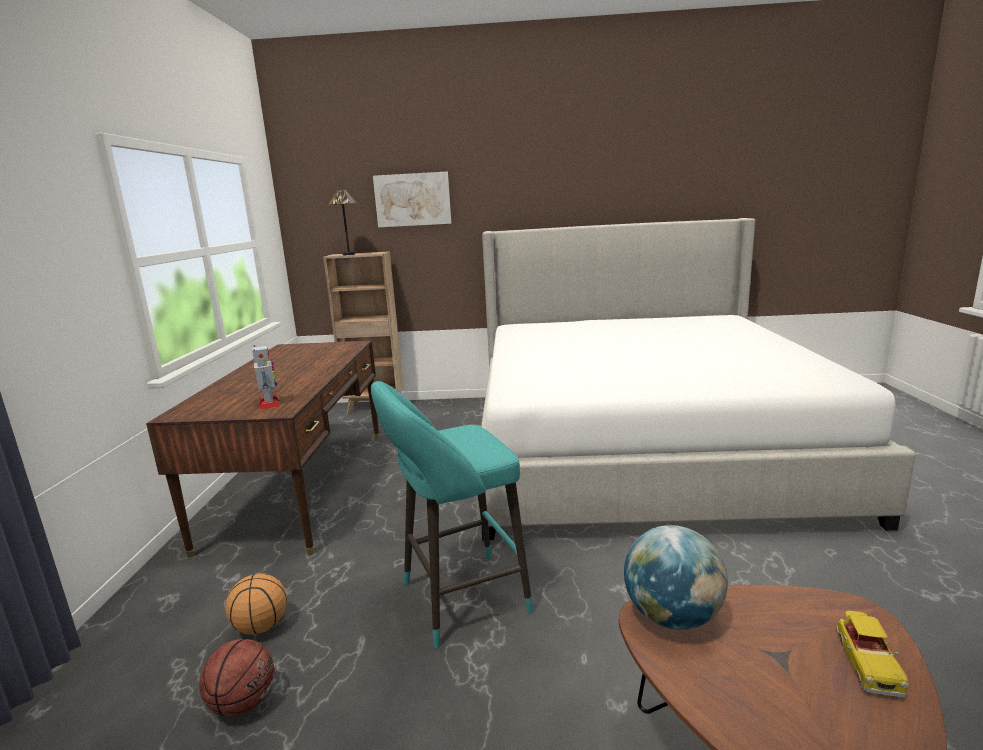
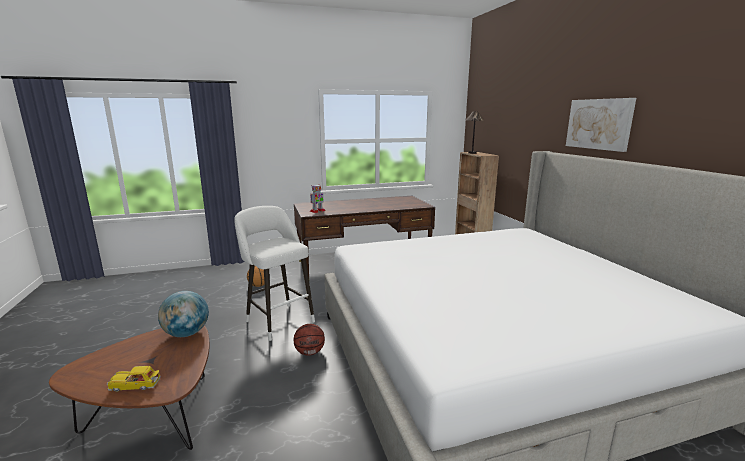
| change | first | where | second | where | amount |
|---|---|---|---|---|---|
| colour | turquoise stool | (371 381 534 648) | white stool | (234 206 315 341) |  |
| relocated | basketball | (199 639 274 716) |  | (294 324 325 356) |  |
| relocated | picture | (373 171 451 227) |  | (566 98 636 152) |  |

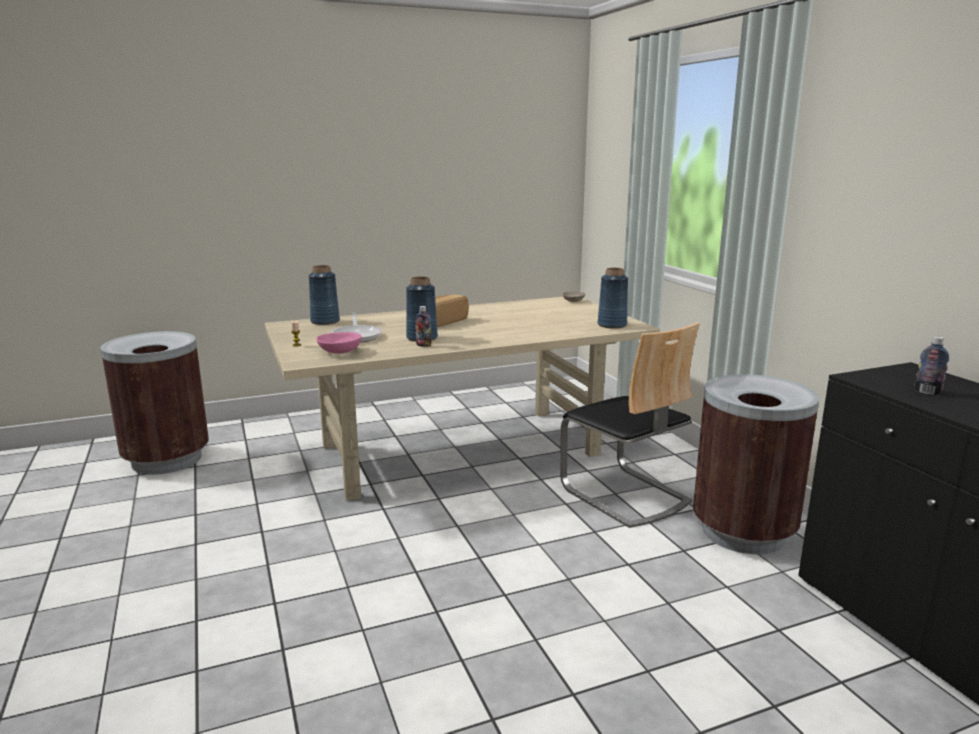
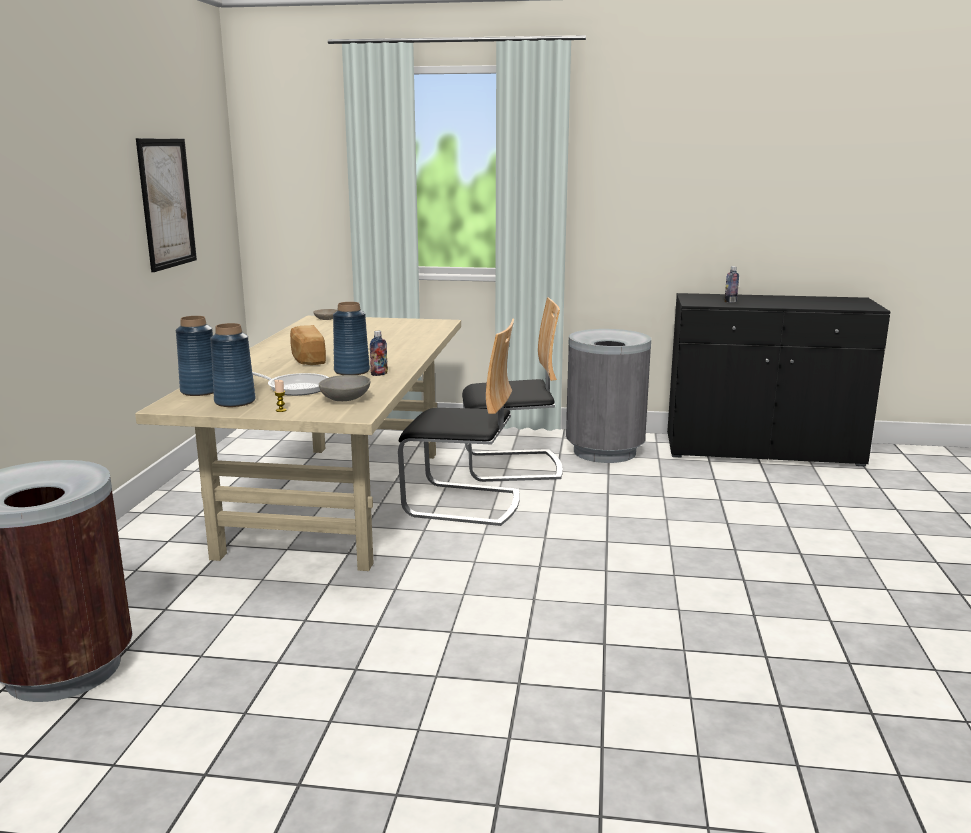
| change | first | where | second | where | amount |
|---|---|---|---|---|---|
| appeared |  |  | picture | (136 138 197 272) |  |
| relocated | blue vase | (597 268 628 329) |  | (210 323 256 407) |  |
| colour | pink bowl | (316 332 362 354) | grey bowl | (319 375 371 401) |  |
| appeared |  |  | chair | (398 318 520 526) |  |
| colour | brown trash can | (693 374 819 554) | grey trash can | (566 329 651 463) |  |

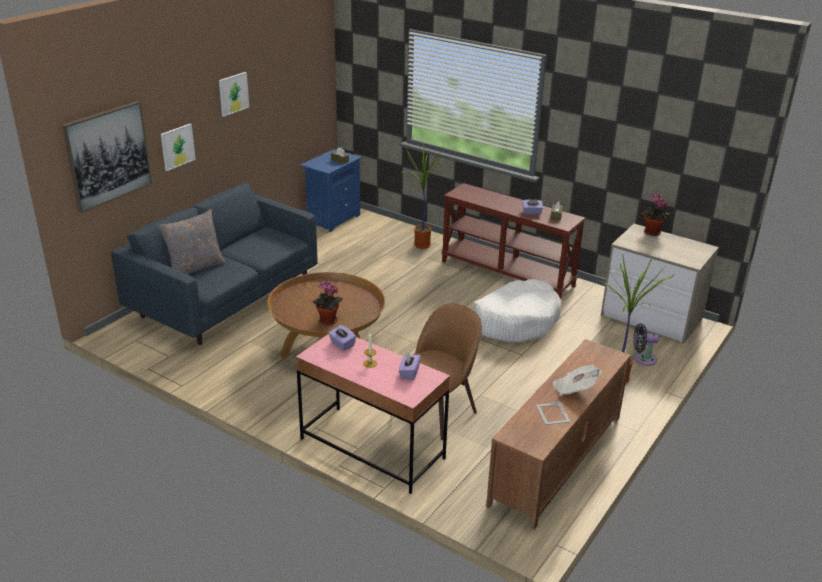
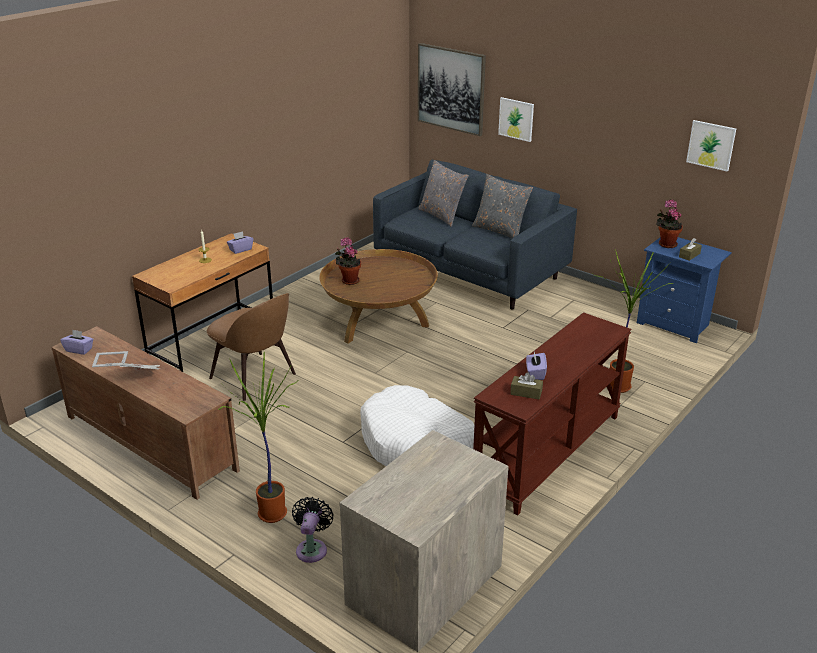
| change | first | where | second | where | amount |
|---|---|---|---|---|---|
| relocated | purple tissue box | (399 353 421 380) |  | (60 329 94 355) |  |
| colour | pink desk | (296 334 450 494) | brown desk | (132 233 273 372) |  |
| appeared |  |  | grey pillow | (472 174 533 239) |  |
| relocated | potted plant | (641 194 670 236) |  | (656 199 683 248) |  |
| relocated | picture | (219 72 249 117) |  | (686 120 736 172) |  |

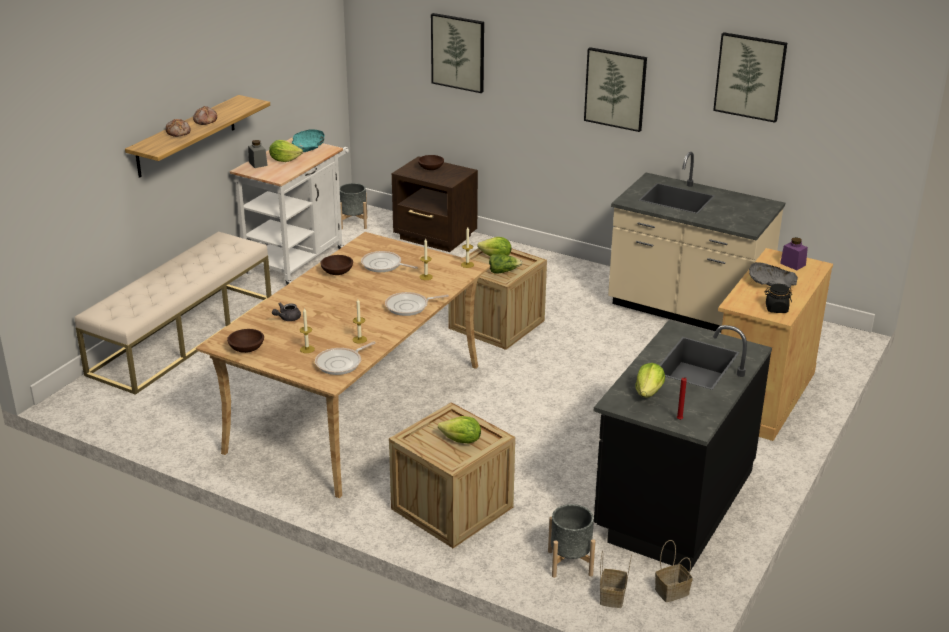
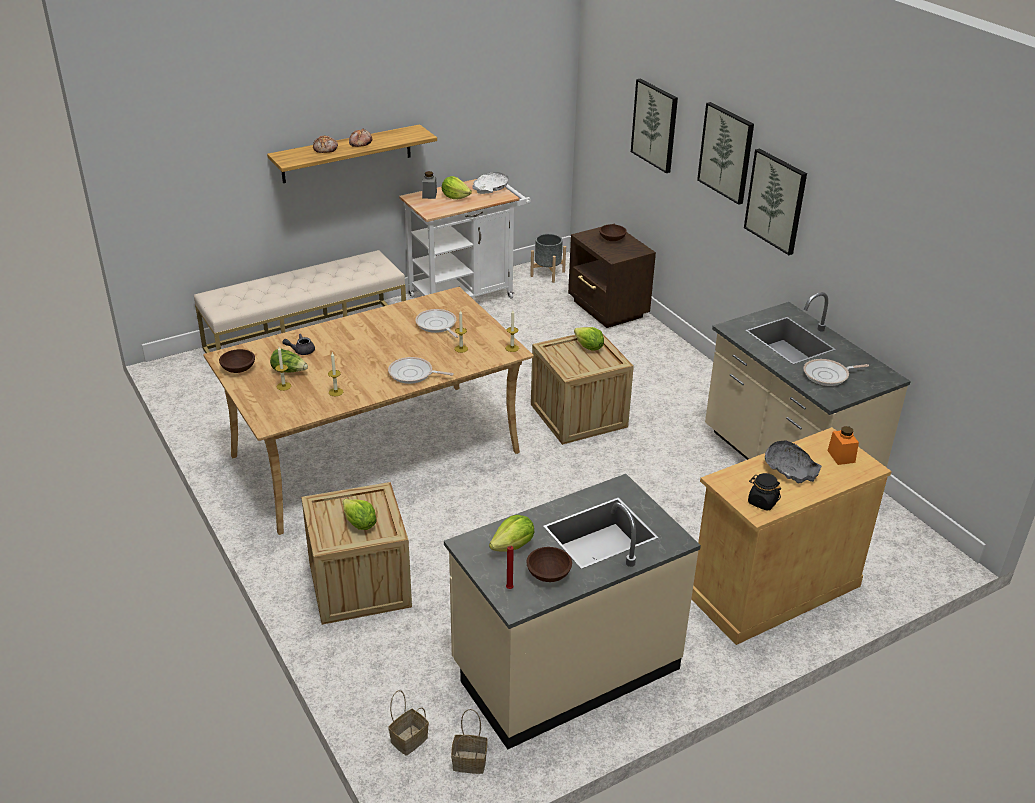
| change | first | where | second | where | amount |
|---|---|---|---|---|---|
| relocated | lettuce | (489 254 522 274) |  | (270 348 308 372) |  |
| colour | black counter | (594 320 772 572) | beige counter | (444 474 701 750) |  |
| colour | turquoise bowl | (292 130 325 152) | white bowl | (472 172 509 194) |  |
| relocated | brown bowl | (320 255 353 275) |  | (526 547 572 582) |  |
| relocated | picture | (713 32 787 123) |  | (697 102 754 205) |  |
| relocated | frying pan | (315 342 376 375) |  | (803 359 869 386) |  |
| colour | purple jar | (780 237 808 270) | orange jar | (827 426 859 465) |  |
| missing | grey planter | (548 504 595 578) |  |  |  |

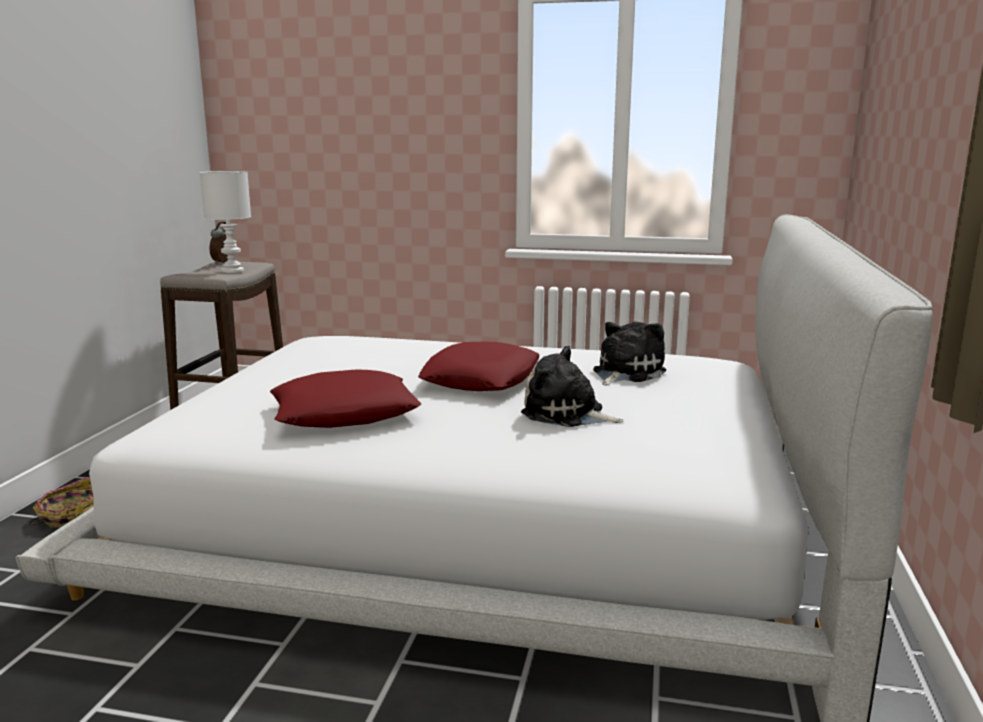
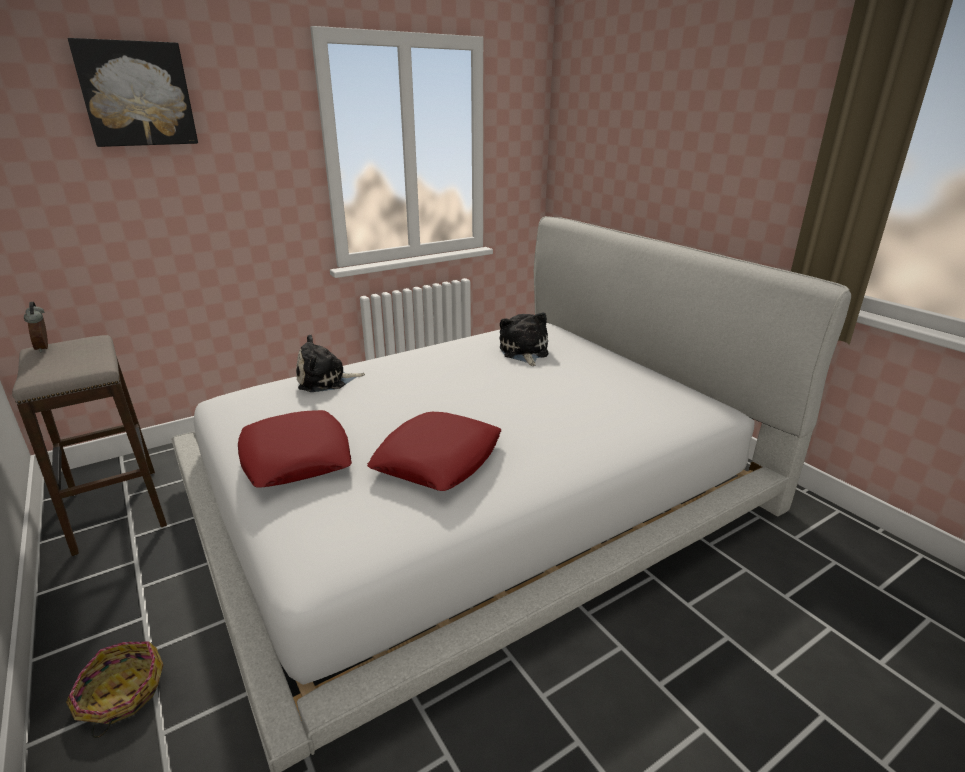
| change | first | where | second | where | amount |
|---|---|---|---|---|---|
| appeared |  |  | picture | (68 38 198 147) |  |
| relocated | red pillow | (418 342 539 391) |  | (238 410 352 488) |  |
| relocated | plush toy | (521 346 624 427) |  | (296 334 365 392) |  |
| missing | white table lamp | (200 171 251 273) |  |  |  |

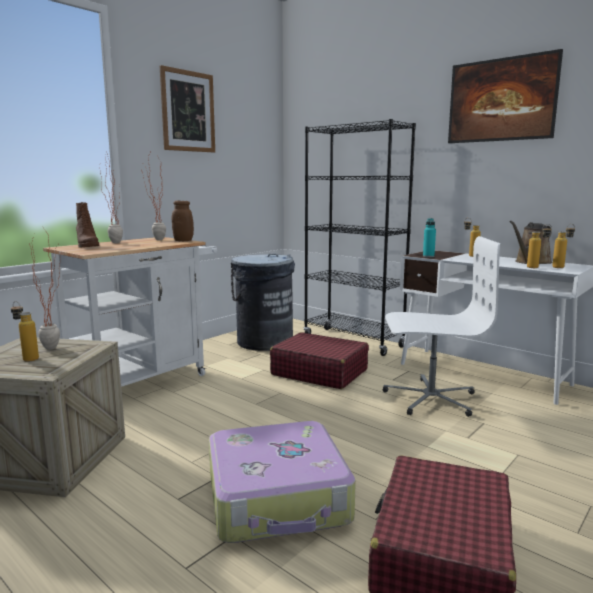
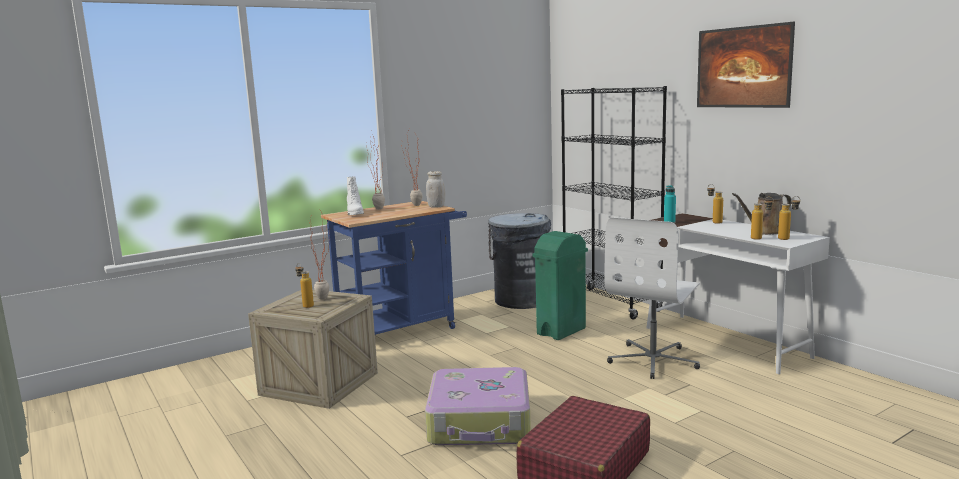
| change | first | where | second | where | amount |
|---|---|---|---|---|---|
| colour | white cart | (43 237 217 387) | blue cart | (321 201 467 335) |  |
| colour | brown boot | (76 202 99 248) | white boot | (347 176 364 215) |  |
| colour | brown jar | (172 201 194 241) | white jar | (426 171 445 208) |  |
| exchanged | red suitcase | (270 332 369 389) | green trash can | (533 231 588 340) |  |
| spun | white office chair | (383 236 500 417) |  | (604 217 700 379) | 105 degrees clockwise |
| missing | picture | (160 65 215 153) |  |  |  |

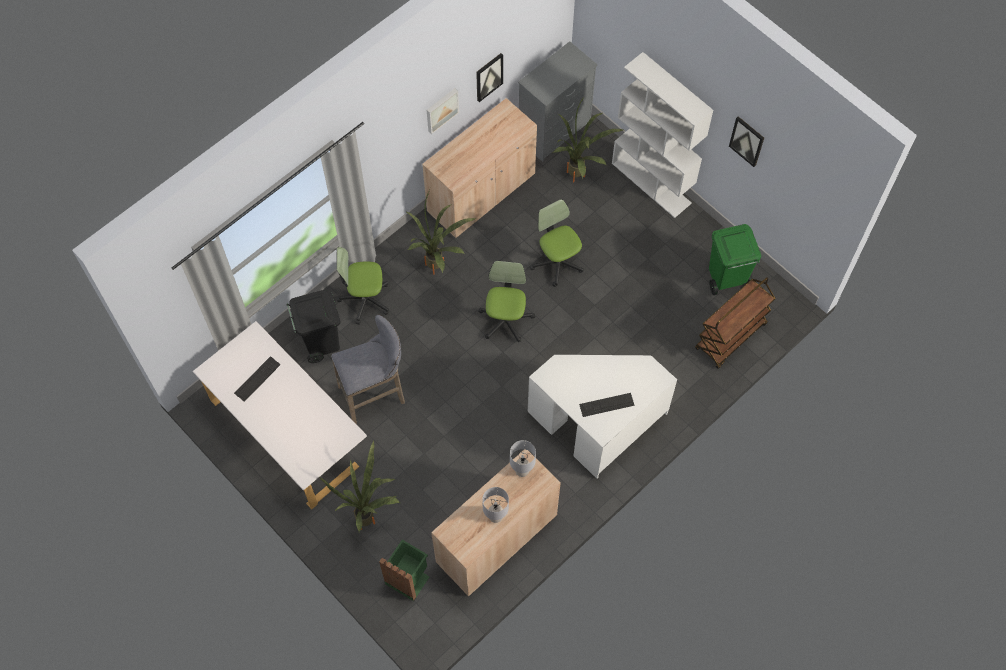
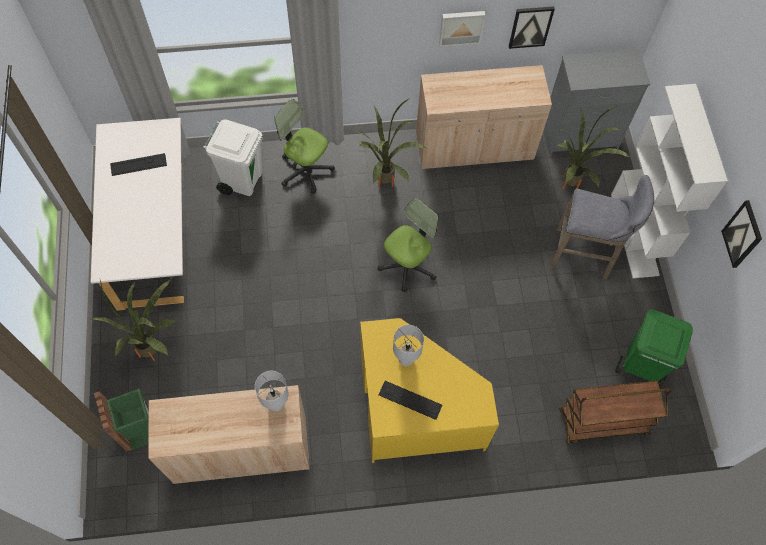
| change | first | where | second | where | amount |
|---|---|---|---|---|---|
| colour | black trash can | (286 290 341 363) | white trash can | (203 119 263 196) |  |
| colour | white desk | (528 355 677 479) | yellow desk | (360 318 499 463) |  |
| relocated | grey table lamp | (482 487 509 523) |  | (393 325 424 366) |  |
| relocated | grey stool | (331 315 405 424) |  | (550 175 654 279) |  |
| missing | office chair | (530 199 584 287) |  |  |  |

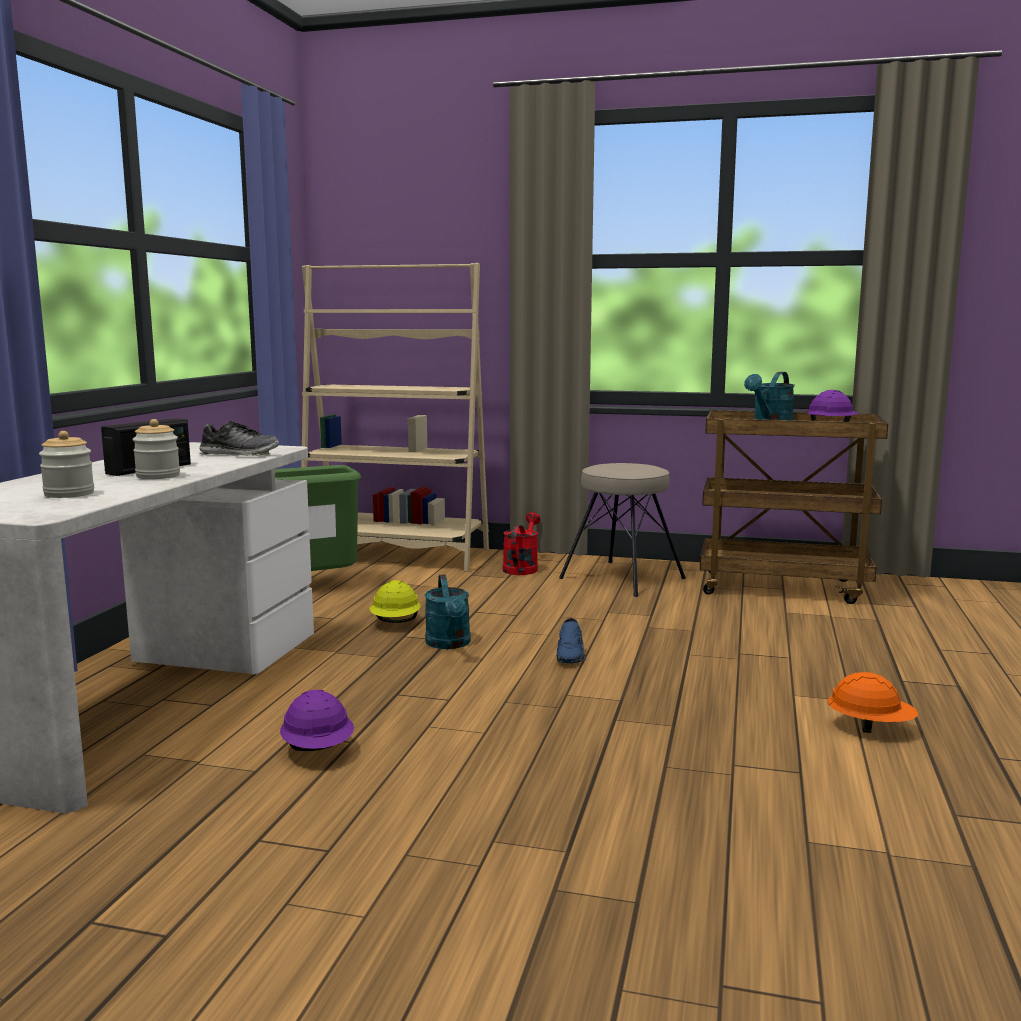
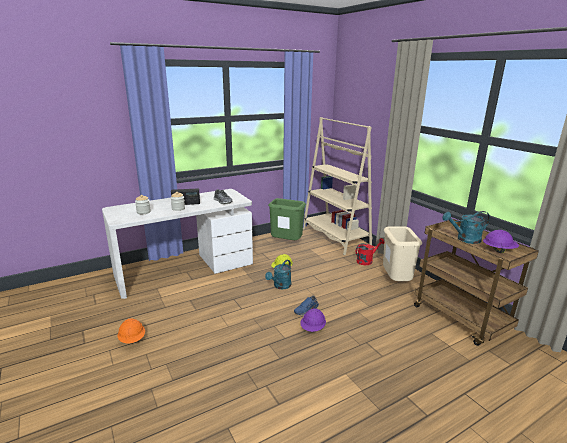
| change | first | where | second | where | amount |
|---|---|---|---|---|---|
| relocated | orange hard hat | (828 672 918 733) |  | (117 318 145 343) |  |
| relocated | purple hard hat | (280 690 354 751) |  | (300 308 326 332) |  |
| exchanged | beige stool | (559 463 686 597) | beige trash can | (383 226 422 281) |  |

